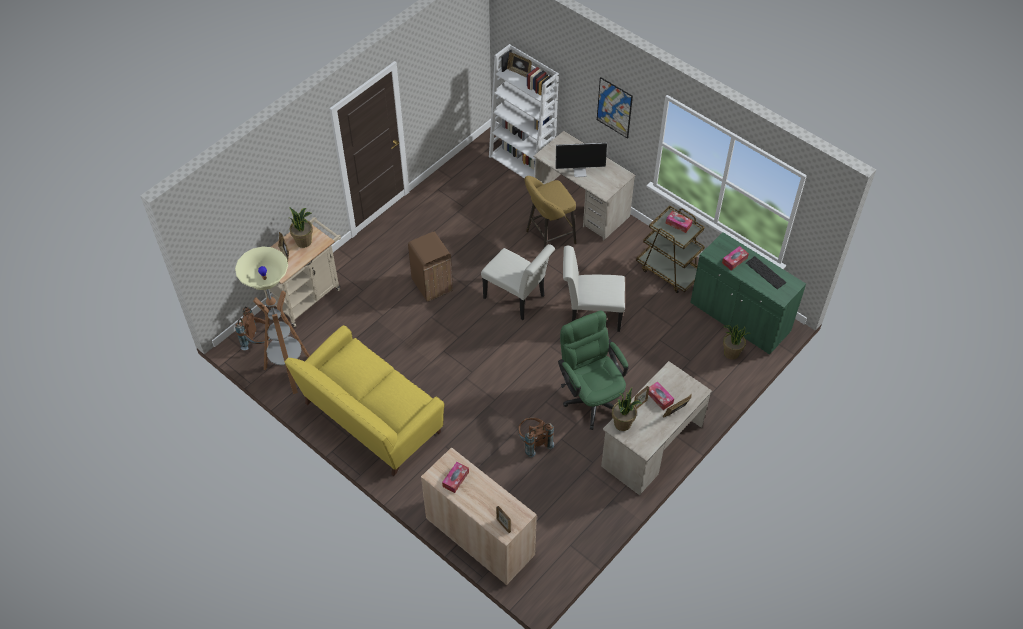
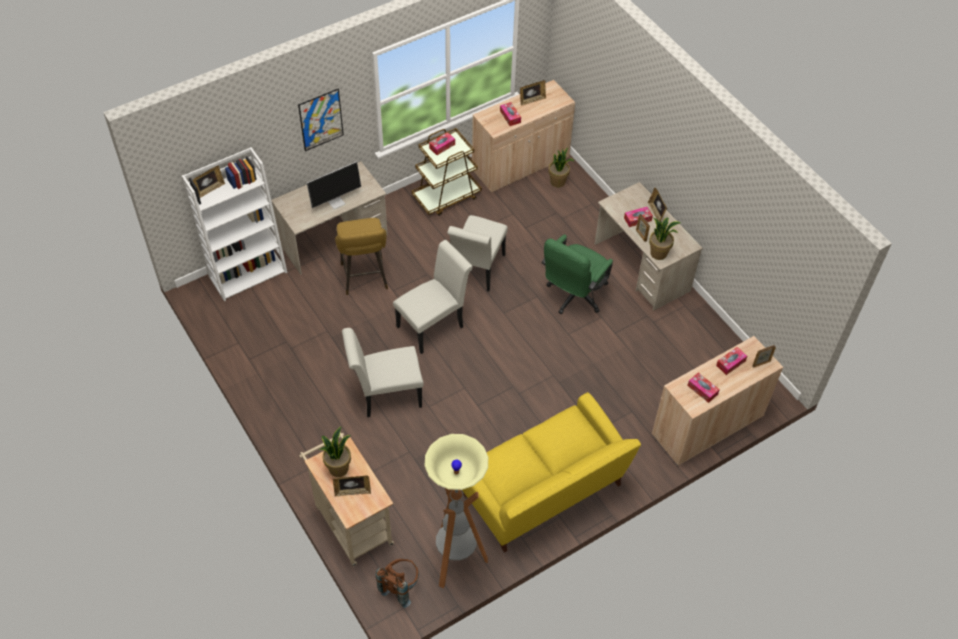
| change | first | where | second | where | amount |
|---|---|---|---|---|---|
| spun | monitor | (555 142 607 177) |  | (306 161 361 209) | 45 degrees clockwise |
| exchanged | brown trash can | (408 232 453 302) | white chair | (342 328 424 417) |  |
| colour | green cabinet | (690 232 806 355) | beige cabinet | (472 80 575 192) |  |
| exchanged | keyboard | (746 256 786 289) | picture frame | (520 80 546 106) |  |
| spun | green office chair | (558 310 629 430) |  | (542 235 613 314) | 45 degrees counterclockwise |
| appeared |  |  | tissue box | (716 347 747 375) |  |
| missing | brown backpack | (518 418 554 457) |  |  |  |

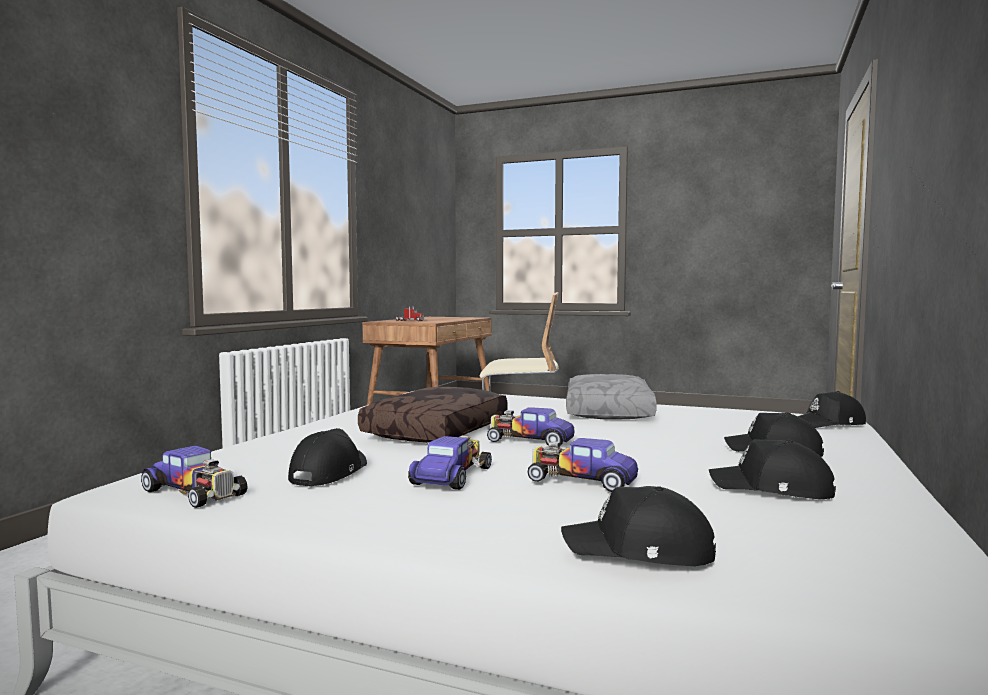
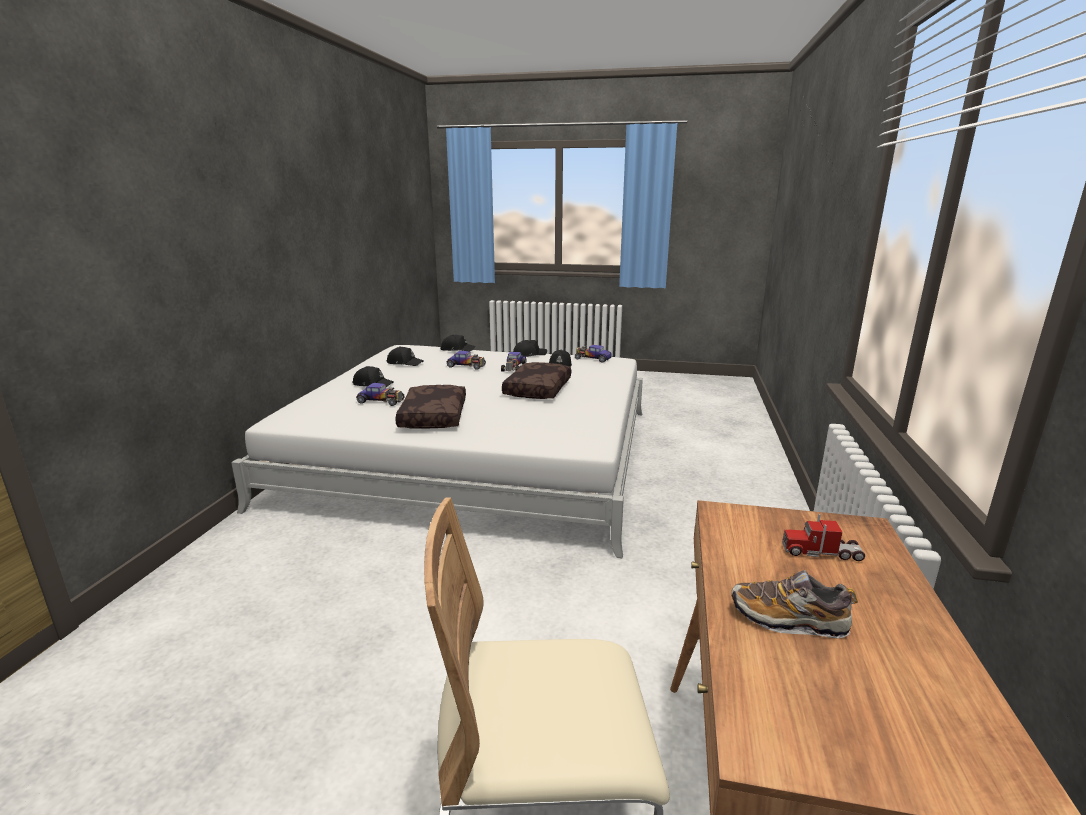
| change | first | where | second | where | amount |
|---|---|---|---|---|---|
| relocated | toy car | (487 407 574 446) |  | (356 383 405 406) |  |
| colour | grey pillow | (566 374 657 420) | brown pillow | (395 385 466 429) |  |
| relocated | black cap | (798 391 866 428) |  | (513 340 547 357) |  |
| appeared |  |  | shoe | (731 570 858 639) |  |

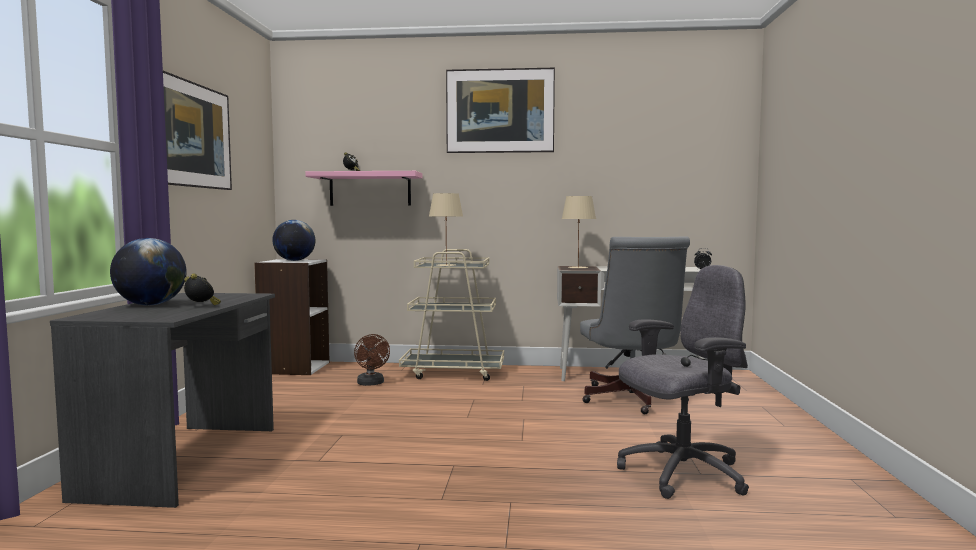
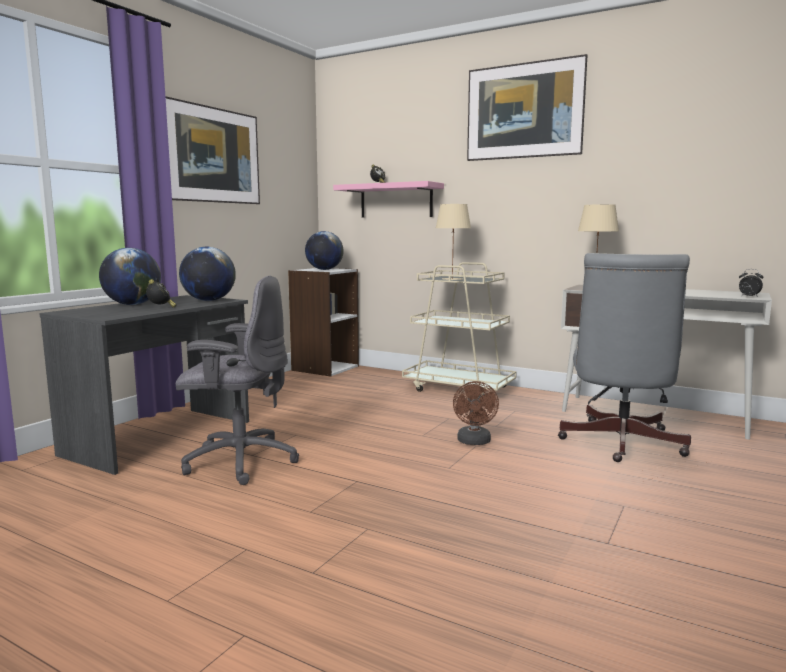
| change | first | where | second | where | amount |
|---|---|---|---|---|---|
| relocated | grey office chair | (617 265 749 499) |  | (176 276 299 485) |  |
| appeared |  |  | globe | (179 246 236 301) |  |
| relocated | brown fan | (354 334 390 386) |  | (453 381 499 445) |  |

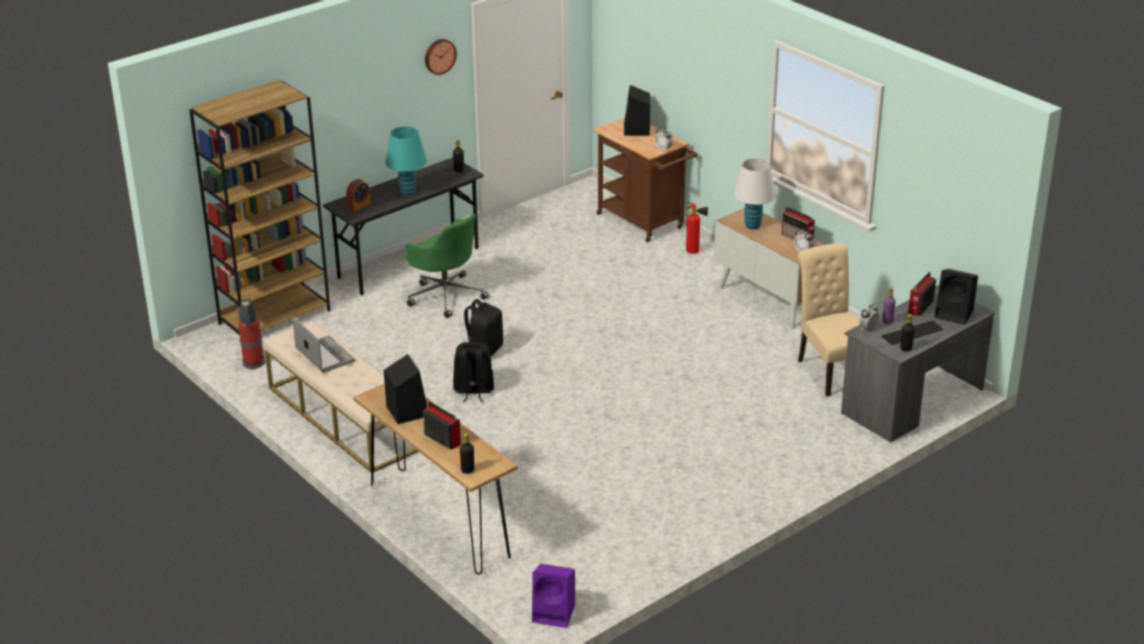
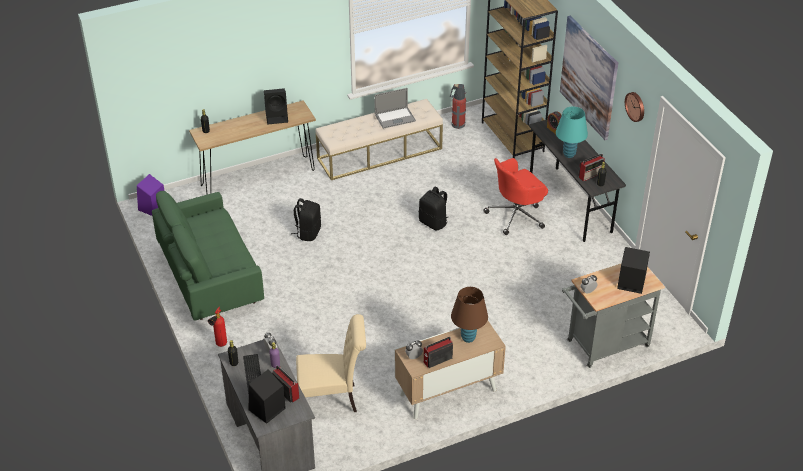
| change | first | where | second | where | amount |
|---|---|---|---|---|---|
| appeared |  |  | green sofa | (152 191 264 321) |  |
| relocated | fire extinguisher | (686 203 708 254) |  | (208 307 227 347) |  |
| relocated | black backpack | (453 342 494 402) |  | (291 198 321 241) |  |
| colour | white table lamp | (733 158 776 229) | brown table lamp | (451 287 488 343) |  |
| colour | green office chair | (405 214 489 318) | red office chair | (483 158 548 235) |  |
| appeared |  |  | picture | (560 16 618 140) |  |
| colour | brown cart | (593 117 698 243) | grey cart | (562 263 665 368) |  |
| relocated | radio | (423 402 461 449) |  | (578 154 605 181) |  |

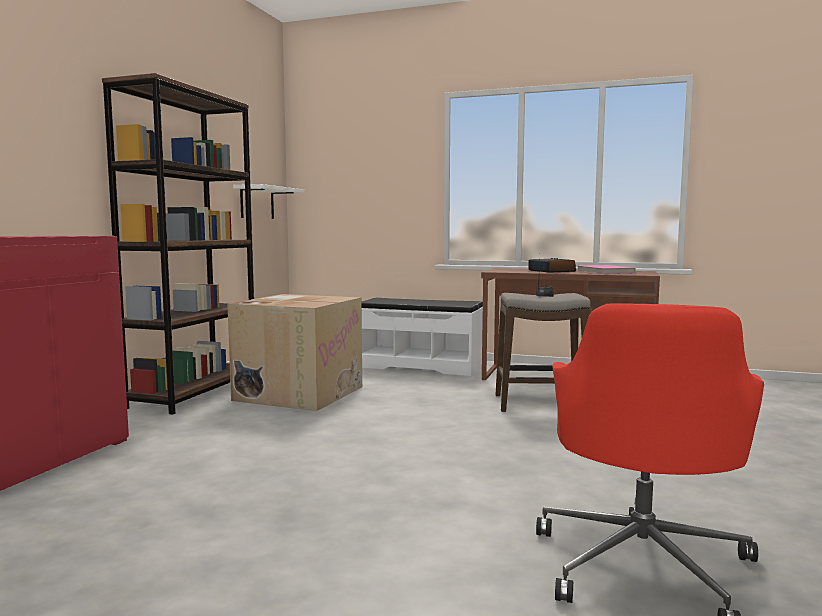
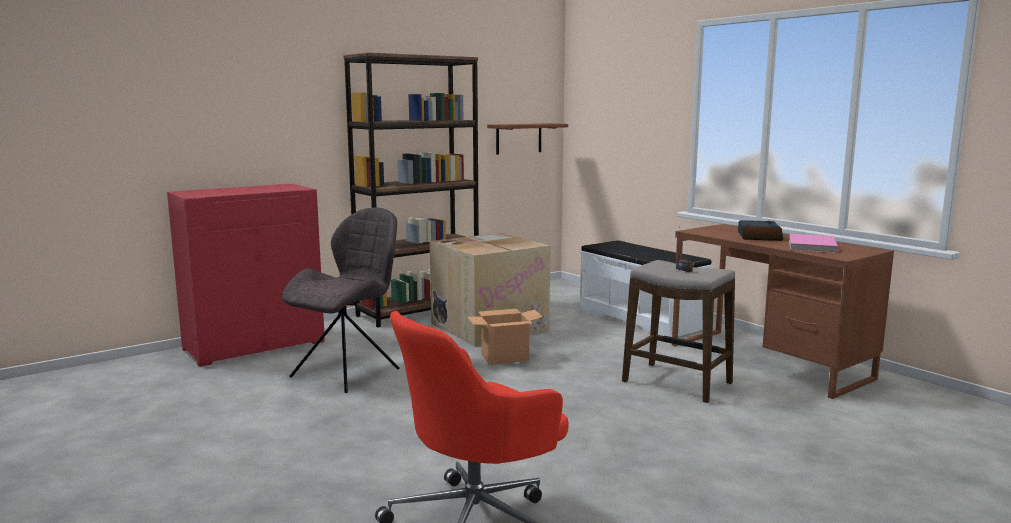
| change | first | where | second | where | amount |
|---|---|---|---|---|---|
| appeared |  |  | grey chair | (282 208 400 393) |  |
| appeared |  |  | cardboard box | (467 309 543 365) |  |
| colour | white shelf | (233 184 304 219) | brown shelf | (487 123 568 155) |  |

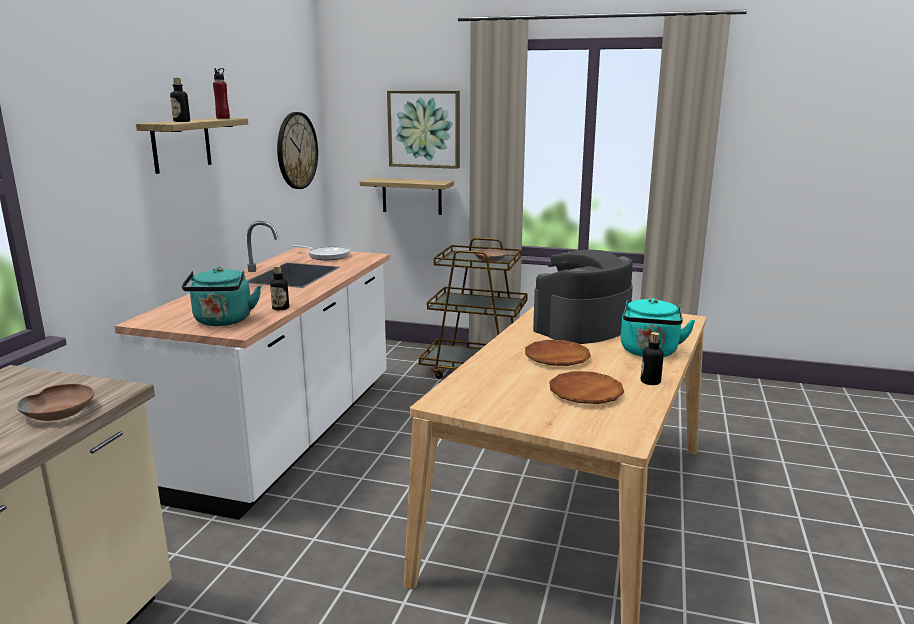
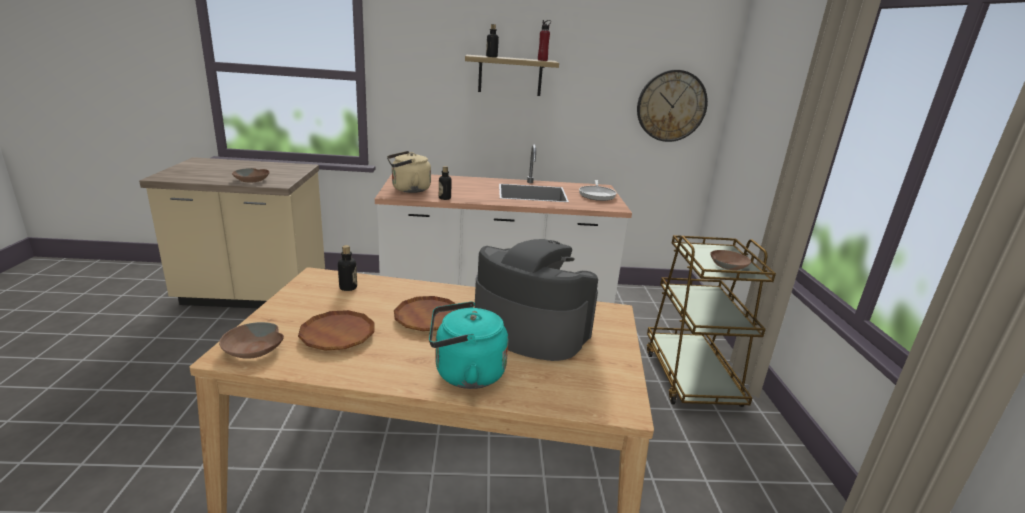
| change | first | where | second | where | amount |
|---|---|---|---|---|---|
| appeared |  |  | brown bowl | (219 322 284 359) |  |
| relocated | bottle | (641 332 664 385) |  | (338 245 357 291) |  |
| colour | turquoise kettle | (182 267 261 326) | beige kettle | (387 151 431 193) |  |
| missing | shelf | (360 178 454 215) |  |  |  |
| missing | picture | (387 90 460 169) |  |  |  |

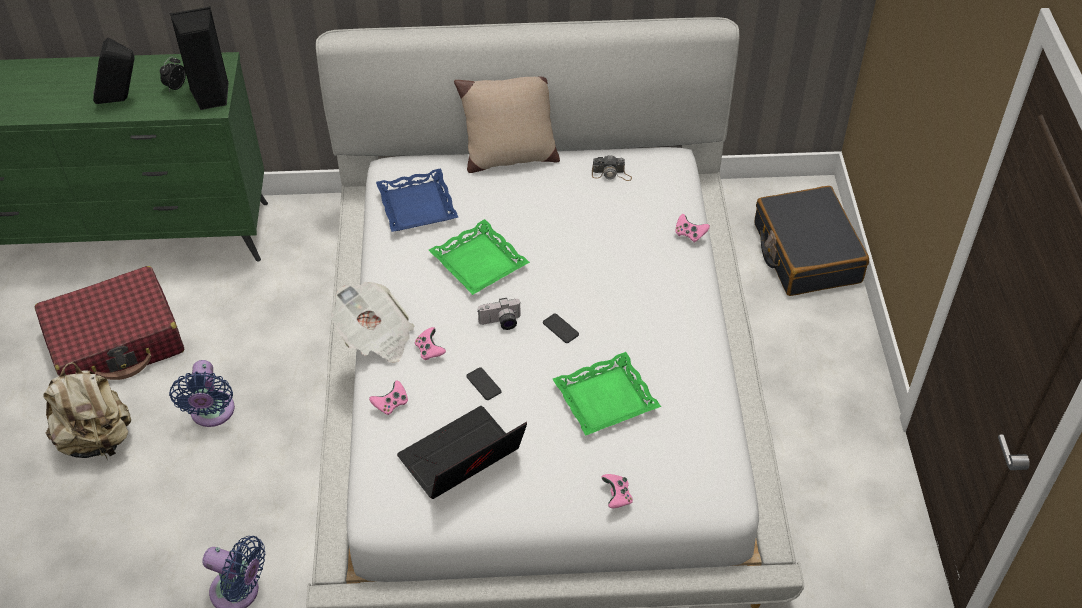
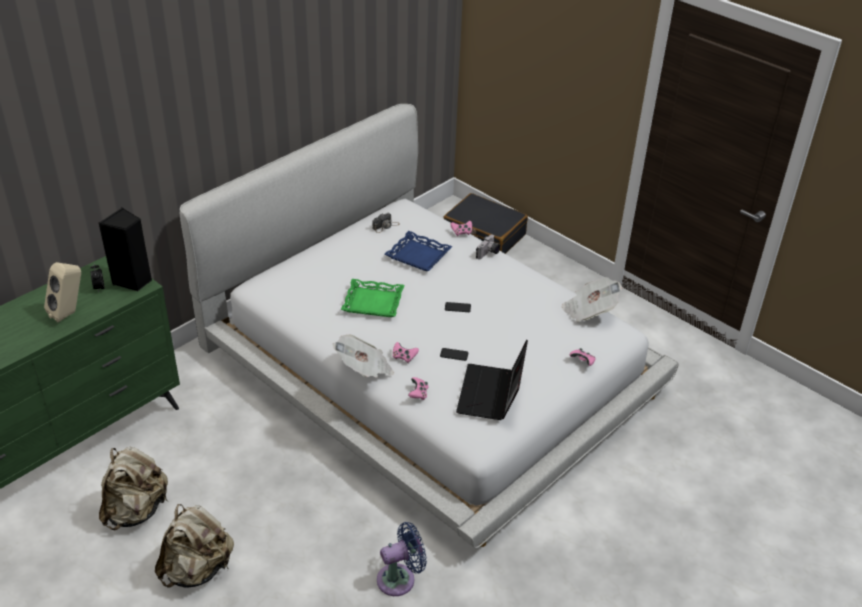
| change | first | where | second | where | amount |
|---|---|---|---|---|---|
| colour | black speaker | (93 38 134 104) | beige speaker | (44 262 81 322) |  |
| exchanged | red suitcase | (35 266 184 380) | beige backpack | (99 447 168 530) |  |
| relocated | blue tray | (376 168 458 232) |  | (385 231 453 271) |  |
| relocated | photo camera | (478 298 521 330) |  | (476 234 500 259) |  |
| appeared |  |  | newspaper | (561 277 622 322) |  |
| missing | blue fan | (169 360 235 427) |  |  |  |
| missing | beige pillow | (454 76 560 173) |  |  |  |
| missing | green tray | (553 352 661 436) |  |  |  |

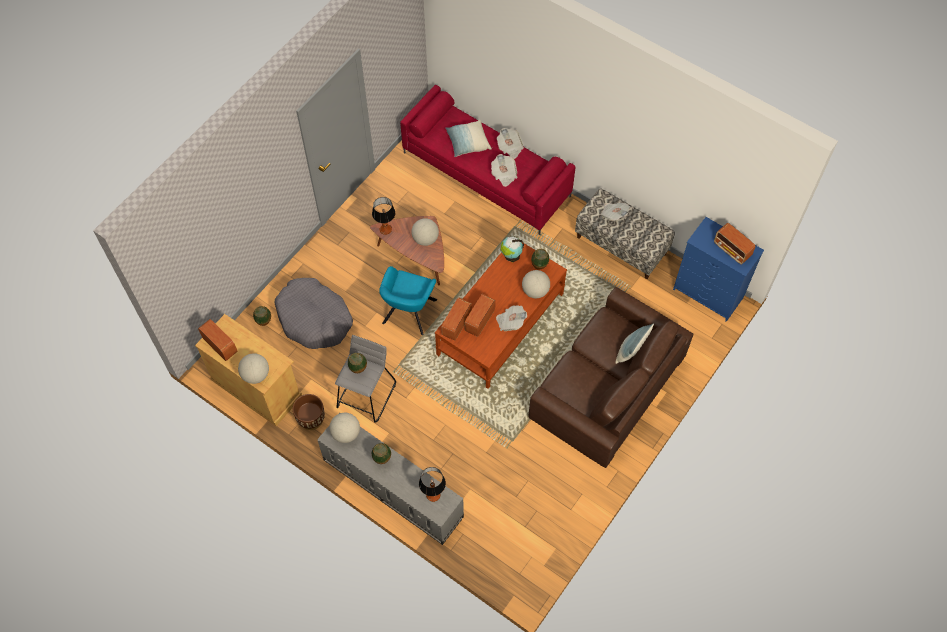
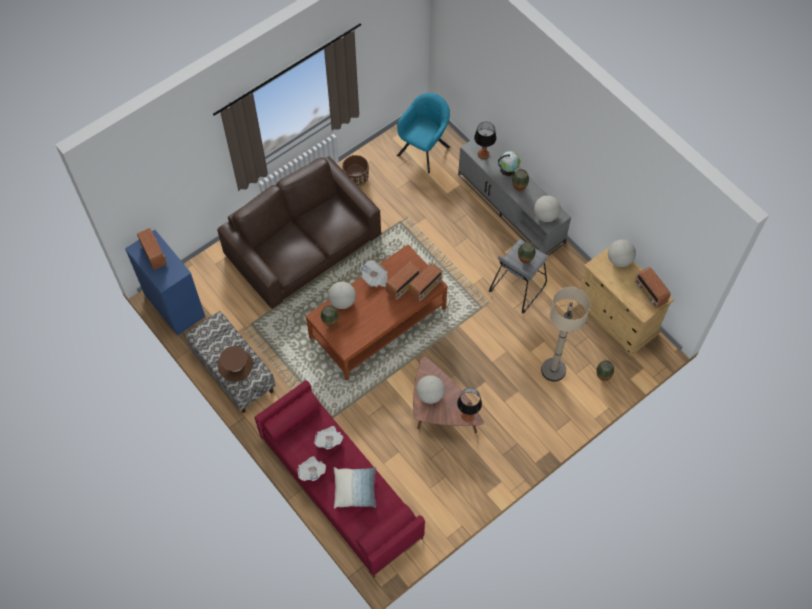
| change | first | where | second | where | amount |
|---|---|---|---|---|---|
| exchanged | newspaper | (600 202 630 221) | brown hat | (218 346 253 382) |  |
| relocated | brown planter | (293 394 325 430) |  | (342 155 369 188) |  |
| relocated | turquoise armchair | (379 266 437 336) |  | (397 93 450 173) |  |
| relocated | globe | (501 236 524 262) |  | (498 151 520 176) |  |
| exchanged | grey dog bed | (275 278 353 349) | beige floor lamp | (541 287 590 382) |  |
| missing | pillow | (615 323 654 364) |  |  |  |

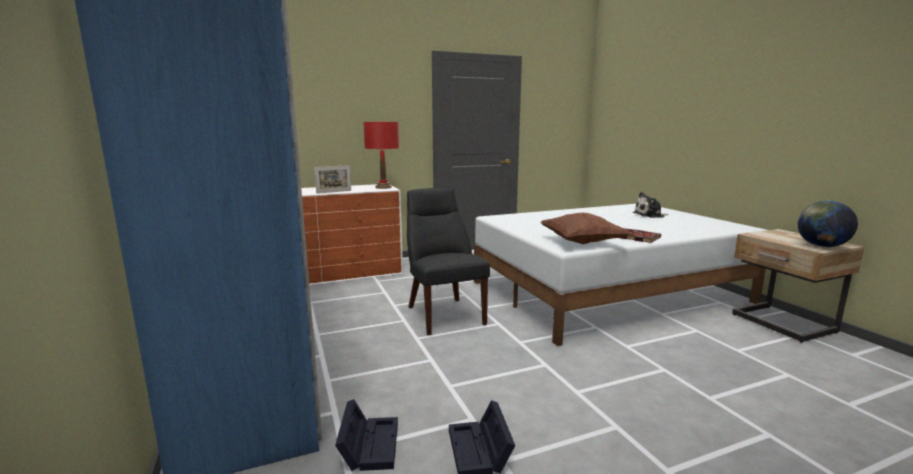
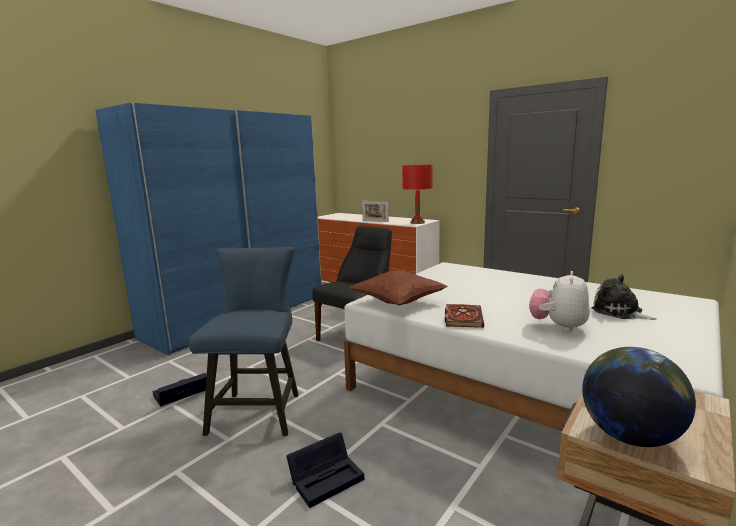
| change | first | where | second | where | amount |
|---|---|---|---|---|---|
| appeared |  |  | blue chair | (189 247 298 436) |  |
| relocated | black storage box | (335 399 398 471) |  | (286 433 364 508) |  |
| appeared |  |  | plush toy | (529 271 590 332) |  |

